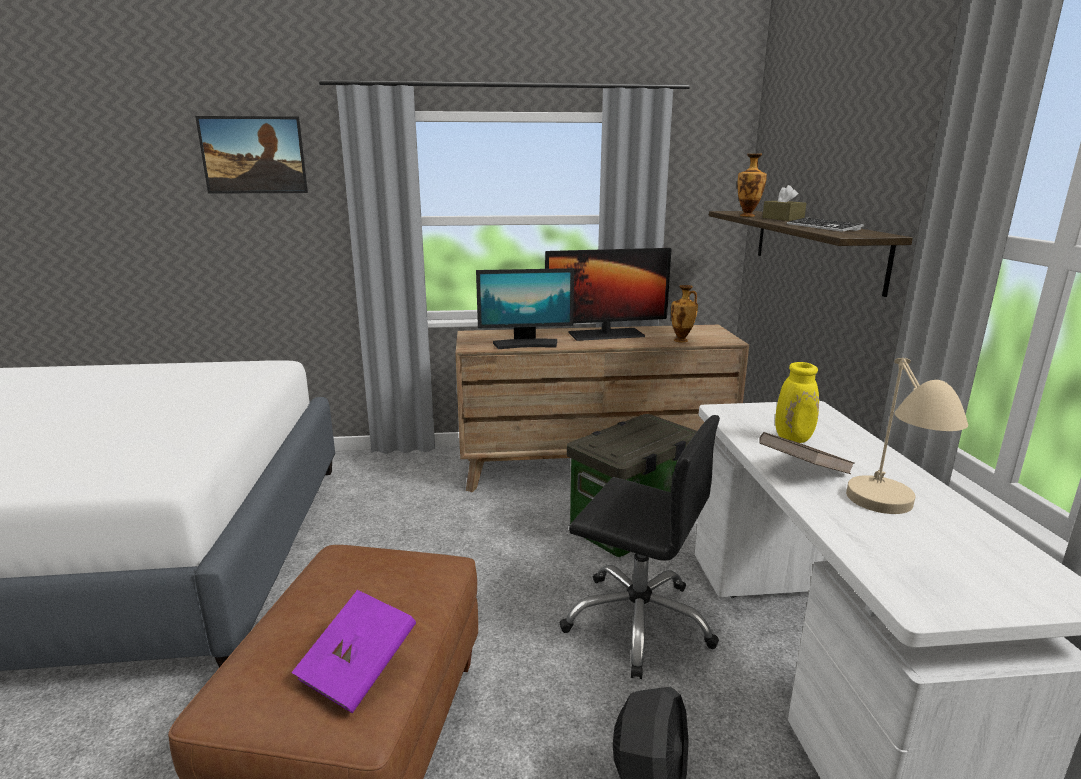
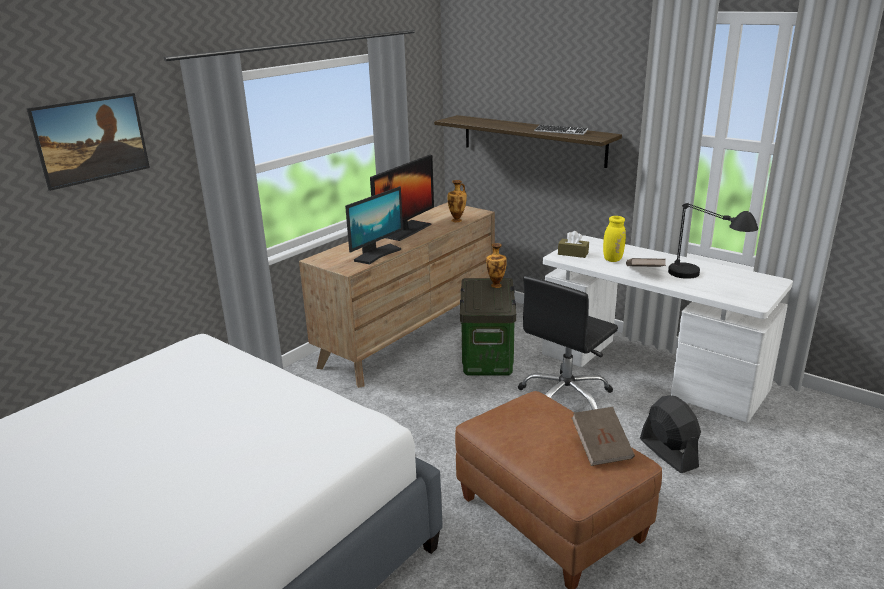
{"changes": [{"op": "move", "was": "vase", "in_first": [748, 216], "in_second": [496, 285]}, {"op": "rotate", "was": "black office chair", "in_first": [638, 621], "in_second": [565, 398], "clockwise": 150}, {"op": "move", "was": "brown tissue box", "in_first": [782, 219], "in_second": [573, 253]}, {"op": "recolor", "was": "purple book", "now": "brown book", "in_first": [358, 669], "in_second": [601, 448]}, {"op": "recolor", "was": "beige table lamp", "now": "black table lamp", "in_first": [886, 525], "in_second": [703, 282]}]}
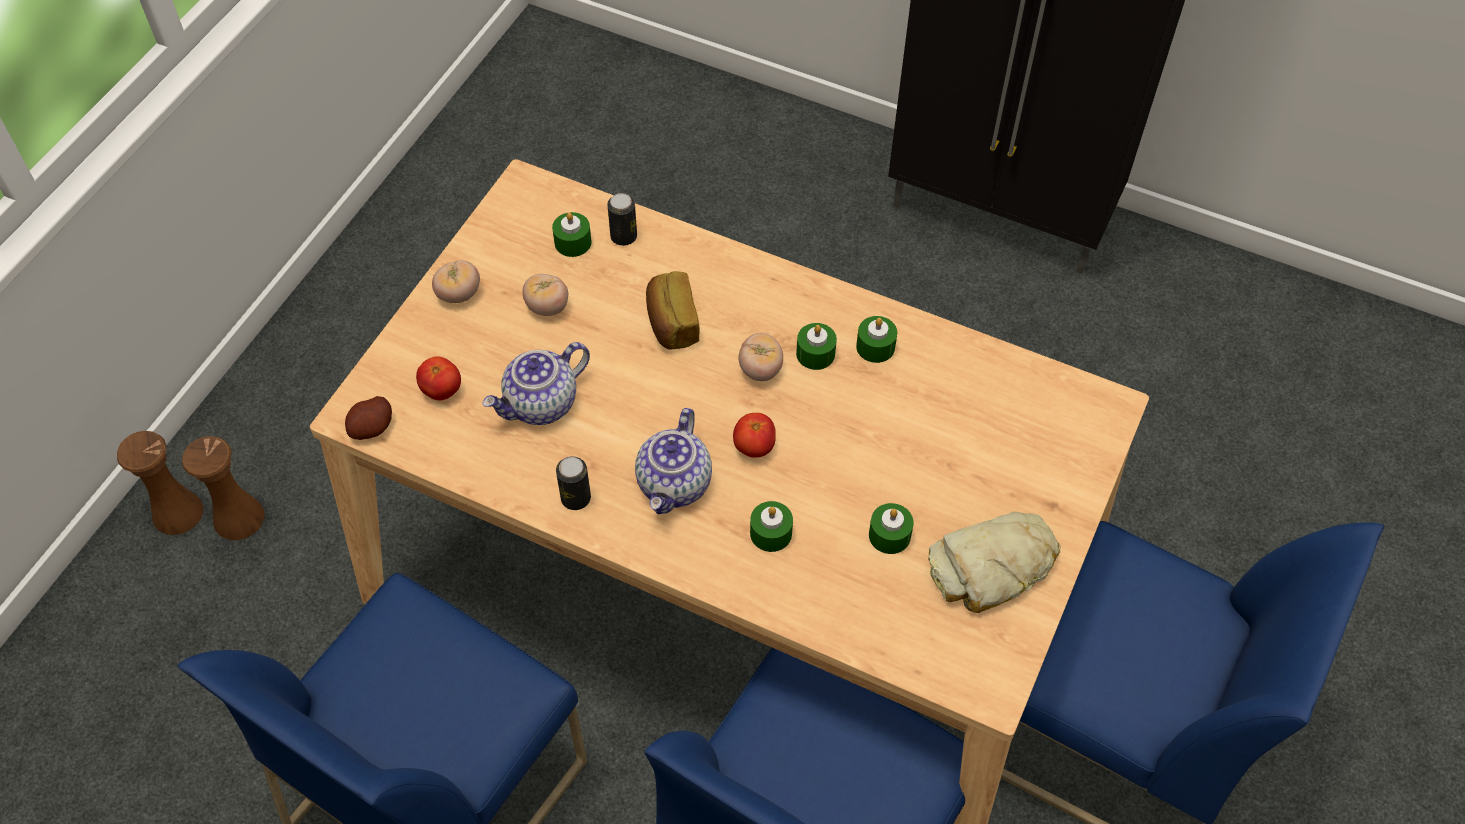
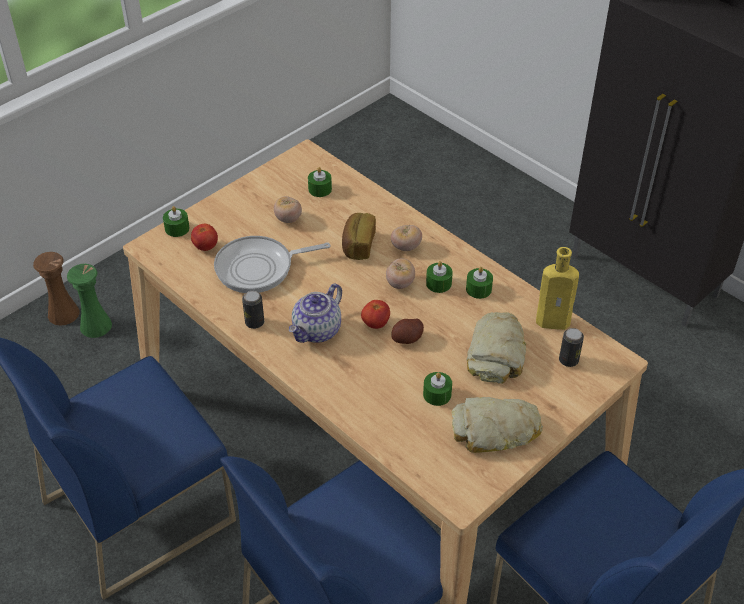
{"changes": [{"op": "recolor", "was": "brown vase", "now": "green vase", "in_first": [239, 518], "in_second": [96, 326]}, {"op": "move", "was": "green candle", "in_first": [771, 533], "in_second": [177, 228]}, {"op": "replace", "was": "teapot", "now": "frying pan", "in_first": [541, 404], "in_second": [259, 268]}, {"op": "move", "was": "tomato", "in_first": [458, 294], "in_second": [406, 247]}, {"op": "move", "was": "potato", "in_first": [372, 428], "in_second": [407, 338]}, {"op": "insert", "now": "bread", "in_second": [496, 353]}, {"op": "insert", "now": "yellow bottle", "in_second": [555, 321]}, {"op": "move", "was": "can", "in_first": [623, 236], "in_second": [568, 360]}]}
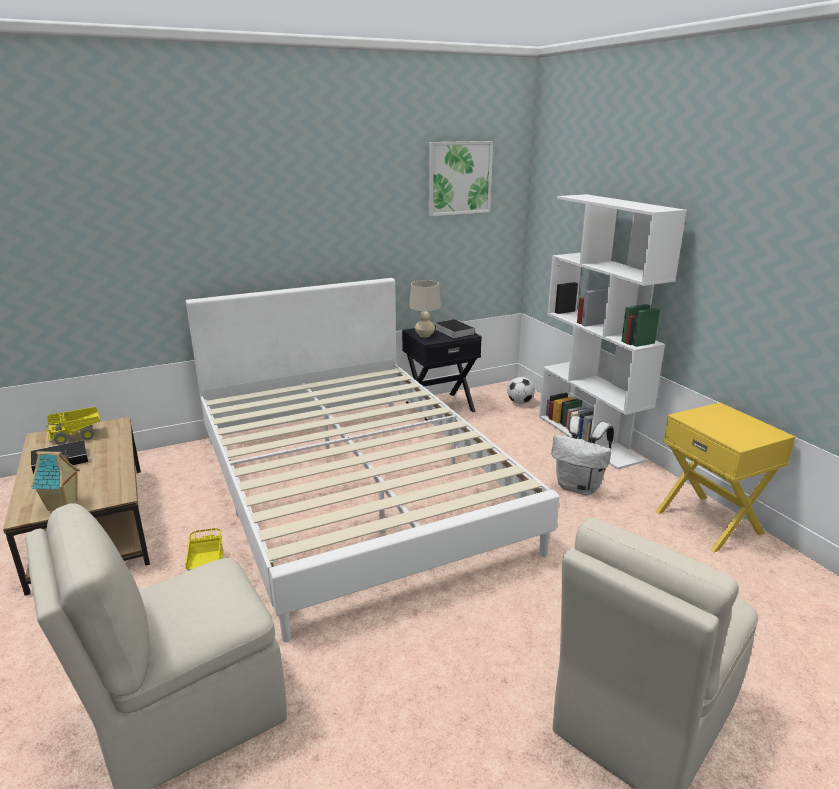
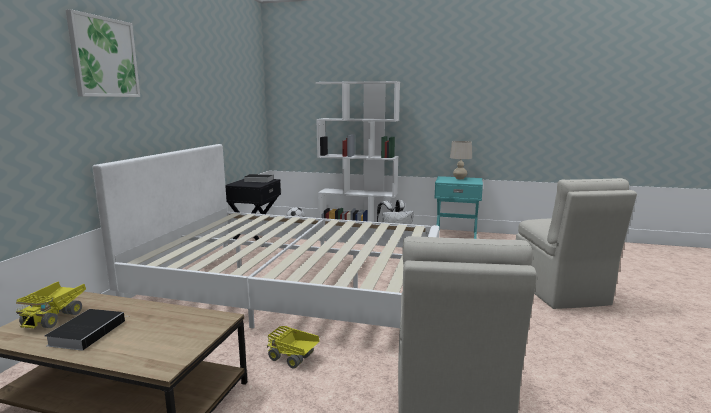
{"changes": [{"op": "move", "was": "picture", "in_first": [459, 178], "in_second": [104, 57]}, {"op": "recolor", "was": "yellow nightstand", "now": "turquoise nightstand", "in_first": [709, 522], "in_second": [456, 235]}, {"op": "move", "was": "beige table lamp", "in_first": [424, 335], "in_second": [459, 178]}, {"op": "delete", "was": "toy house", "in_first": [63, 505]}]}
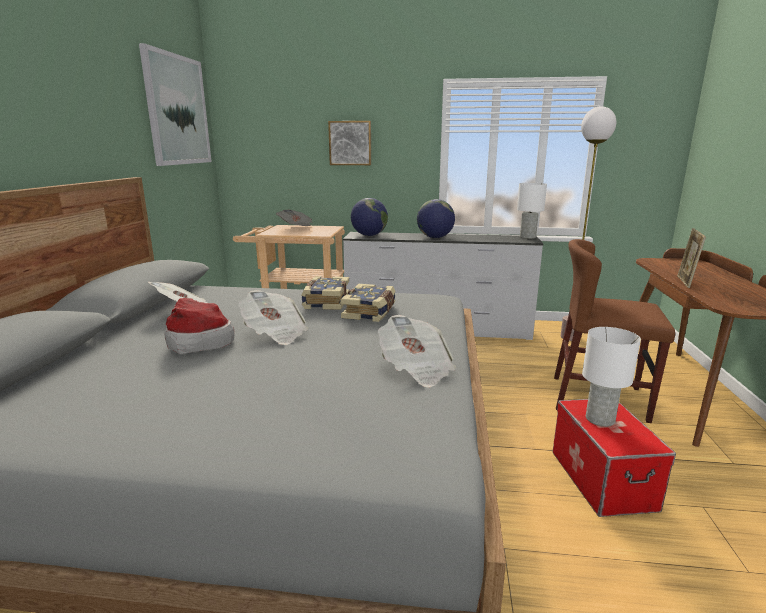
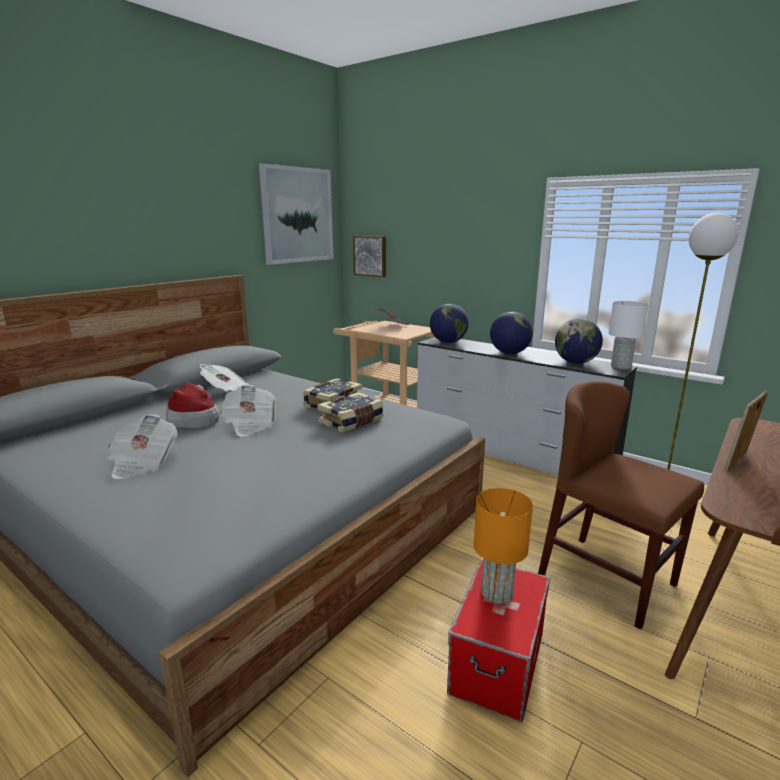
{"changes": [{"op": "move", "was": "newspaper", "in_first": [416, 369], "in_second": [142, 463]}, {"op": "move", "was": "picture", "in_first": [350, 143], "in_second": [370, 256]}, {"op": "recolor", "was": "white table lamp", "now": "orange table lamp", "in_first": [599, 419], "in_second": [496, 593]}, {"op": "insert", "now": "globe", "in_second": [575, 362]}]}
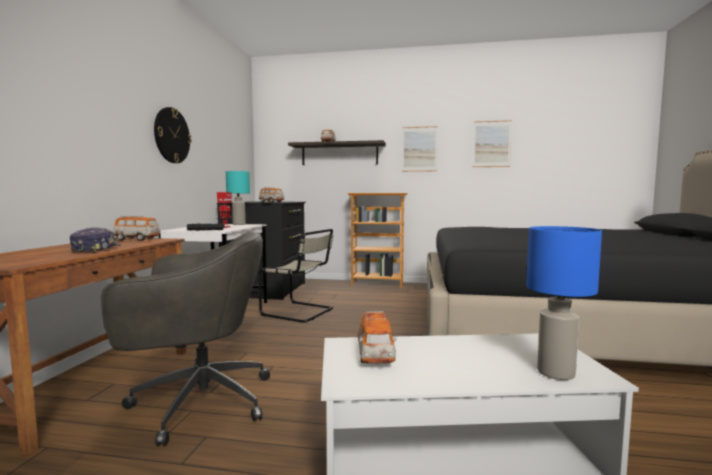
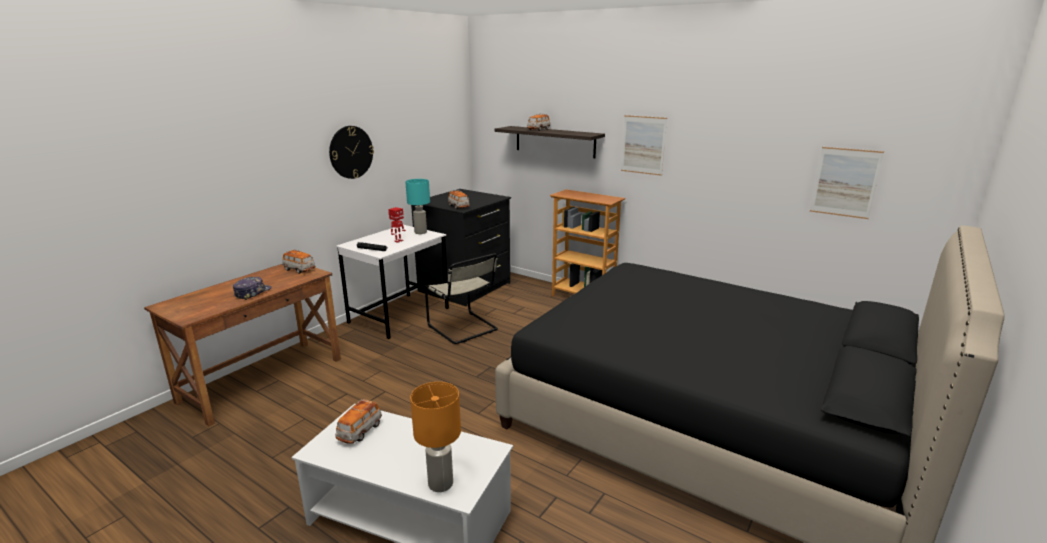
{"changes": [{"op": "recolor", "was": "blue table lamp", "now": "orange table lamp", "in_first": [557, 373], "in_second": [441, 484]}, {"op": "move", "was": "picture", "in_first": [491, 144], "in_second": [845, 182]}, {"op": "delete", "was": "grey office chair", "in_first": [198, 402]}]}
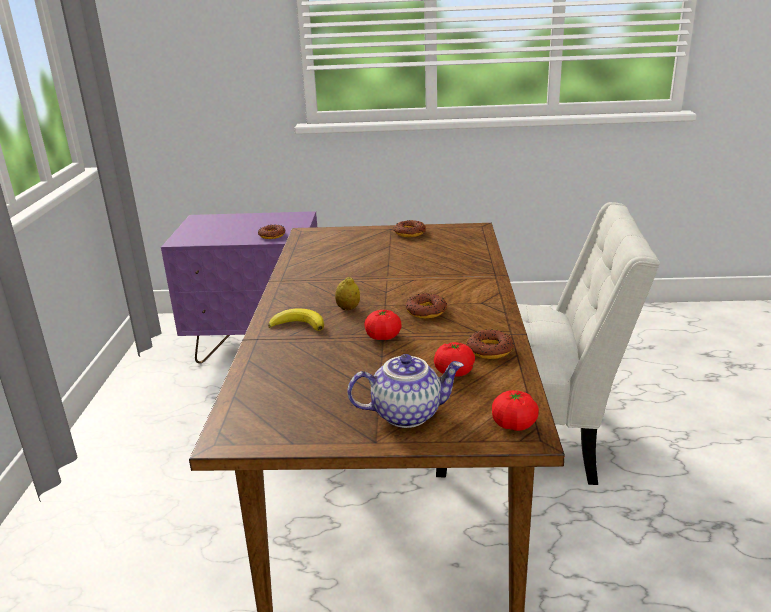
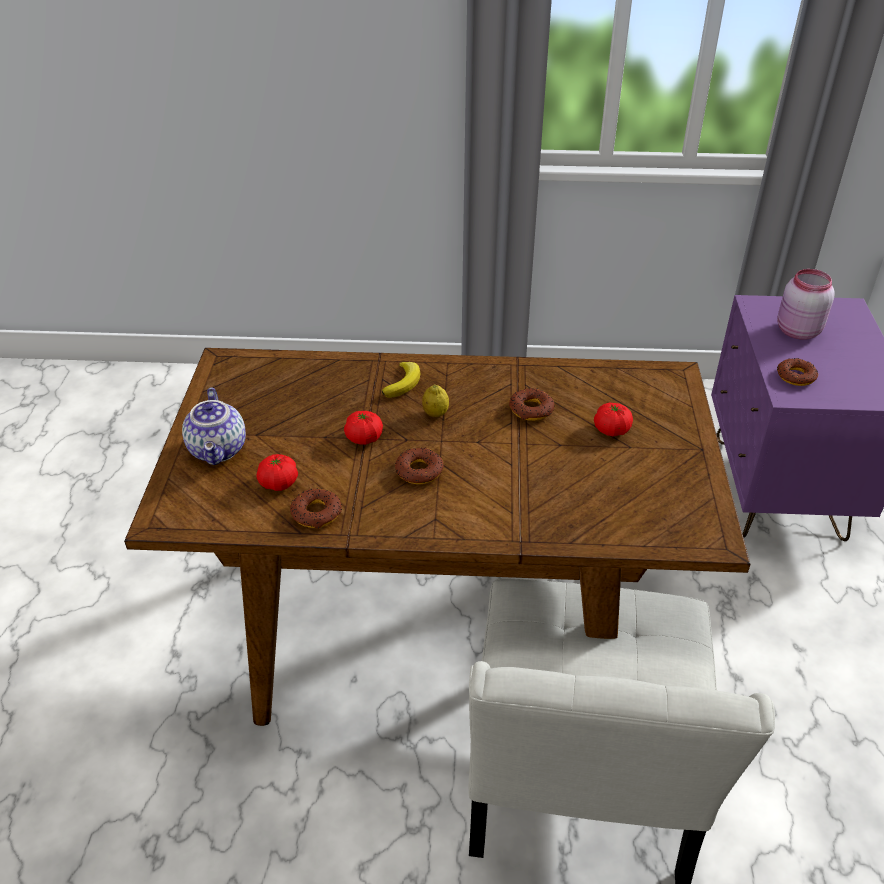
{"changes": [{"op": "move", "was": "donut", "in_first": [410, 233], "in_second": [531, 409]}, {"op": "move", "was": "tomato", "in_first": [514, 424], "in_second": [611, 430]}, {"op": "insert", "now": "pink jar", "in_second": [796, 331]}]}
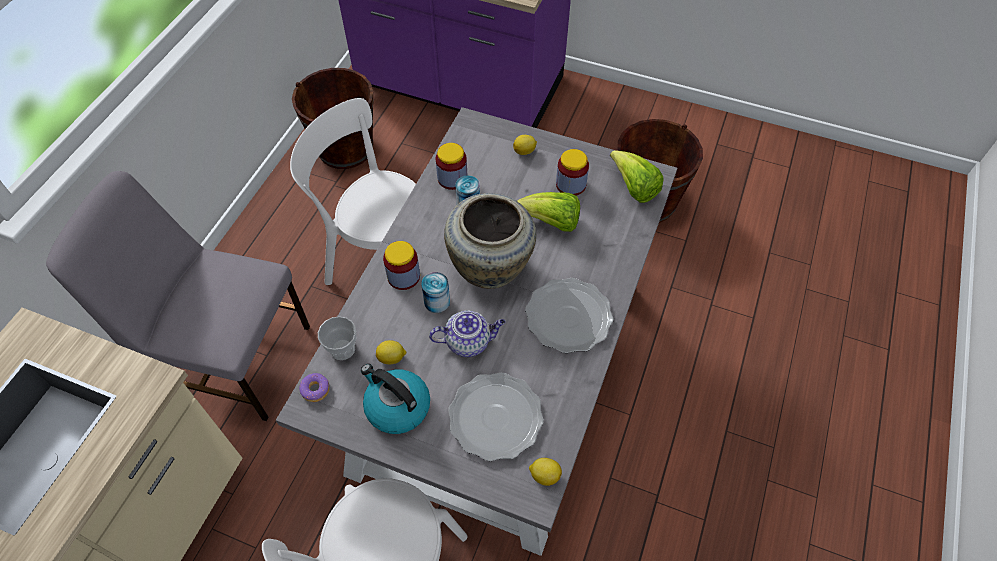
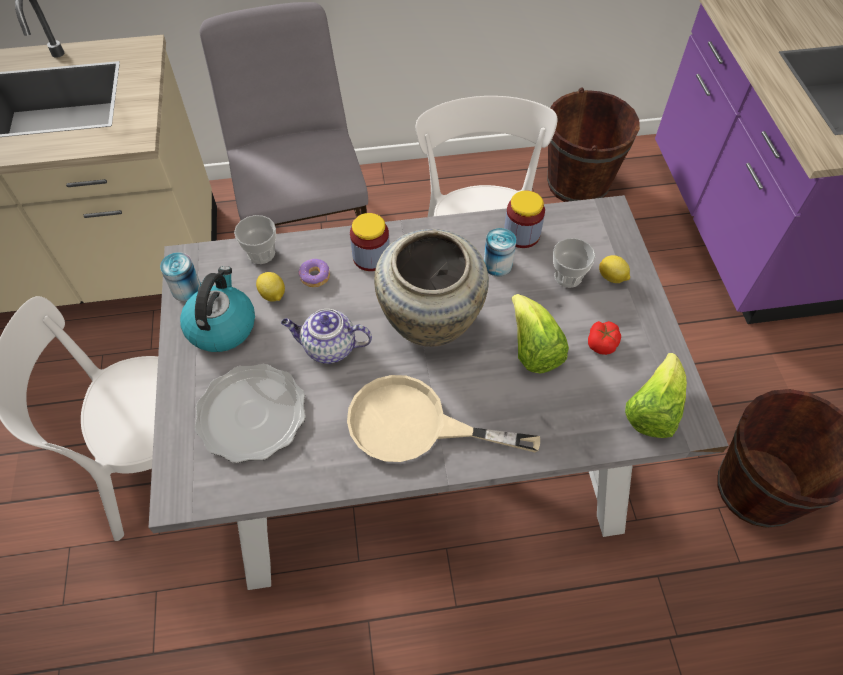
{"changes": [{"op": "move", "was": "can", "in_first": [437, 302], "in_second": [186, 289]}, {"op": "rotate", "was": "teapot", "in_first": [469, 341], "in_second": [328, 348], "clockwise": 135}, {"op": "move", "was": "donut", "in_first": [316, 390], "in_second": [315, 277]}, {"op": "replace", "was": "plate", "now": "beige frying pan", "in_first": [568, 318], "in_second": [415, 425]}, {"op": "insert", "now": "cup", "in_second": [568, 277]}, {"op": "replace", "was": "jar", "now": "tomato", "in_first": [571, 184], "in_second": [602, 343]}, {"op": "delete", "was": "lemon", "in_first": [544, 475]}]}
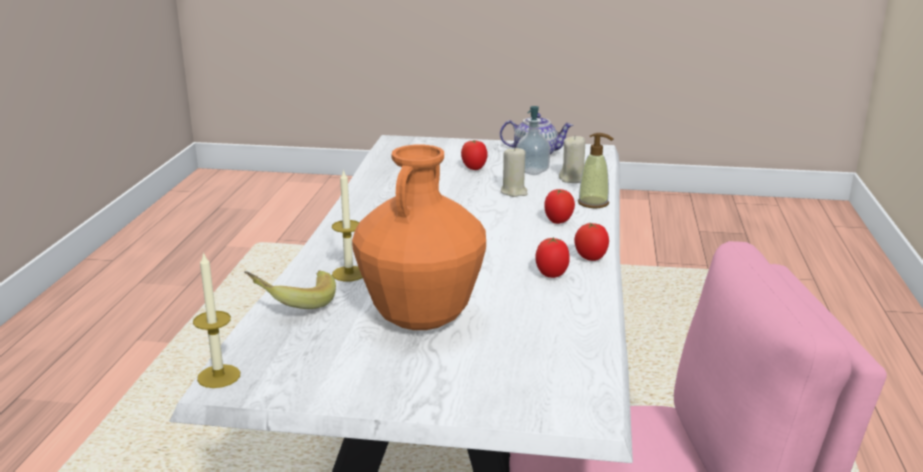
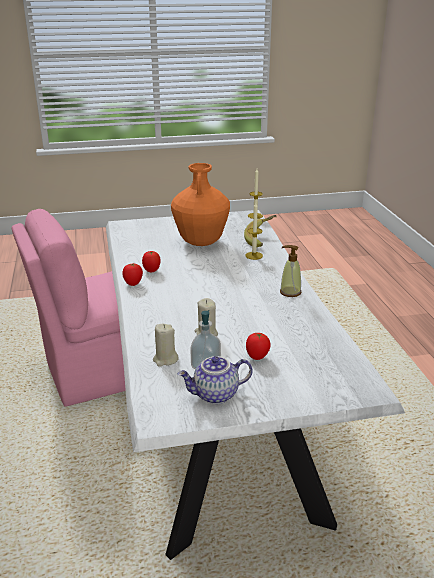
{"changes": [{"op": "move", "was": "soap dispenser", "in_first": [593, 203], "in_second": [290, 292]}, {"op": "delete", "was": "tomato", "in_first": [558, 222]}]}
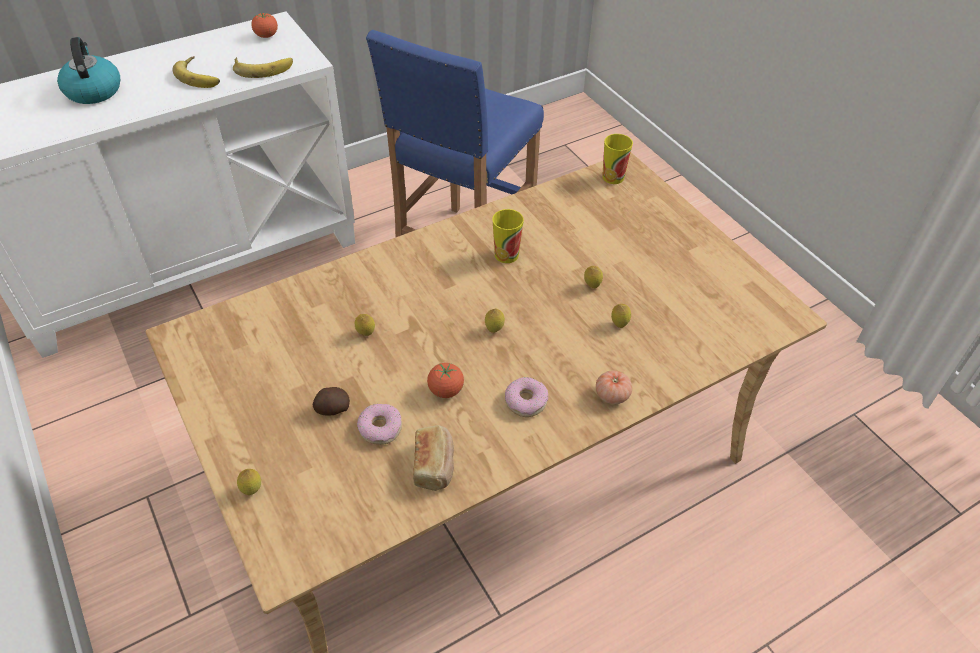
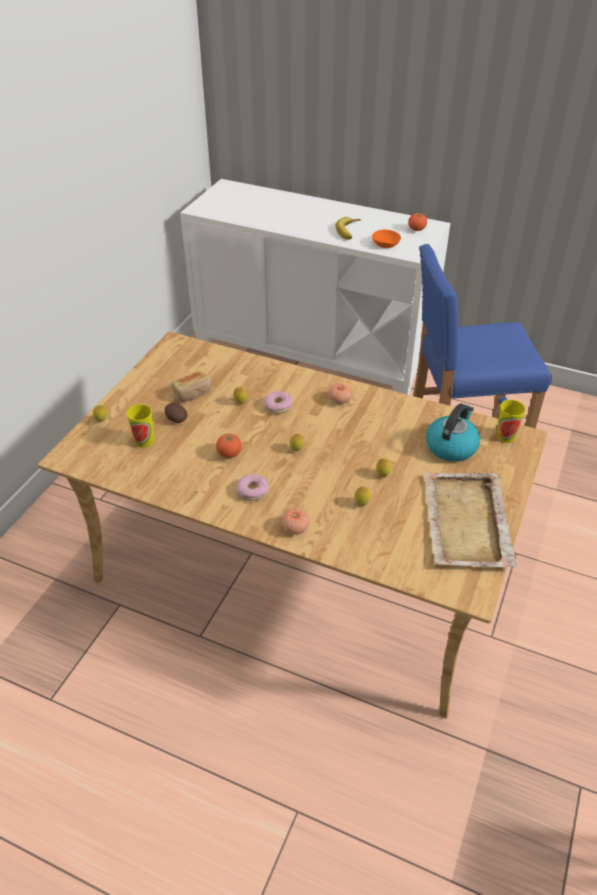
{"changes": [{"op": "move", "was": "cup", "in_first": [506, 255], "in_second": [144, 440]}, {"op": "move", "was": "bread", "in_first": [434, 465], "in_second": [193, 393]}, {"op": "move", "was": "donut", "in_first": [380, 428], "in_second": [278, 406]}, {"op": "insert", "now": "tomato", "in_second": [339, 400]}, {"op": "replace", "was": "banana", "now": "orange bowl", "in_first": [263, 67], "in_second": [386, 244]}, {"op": "insert", "now": "beige tray", "in_second": [466, 522]}, {"op": "move", "was": "kettle", "in_first": [93, 90], "in_second": [451, 446]}]}
